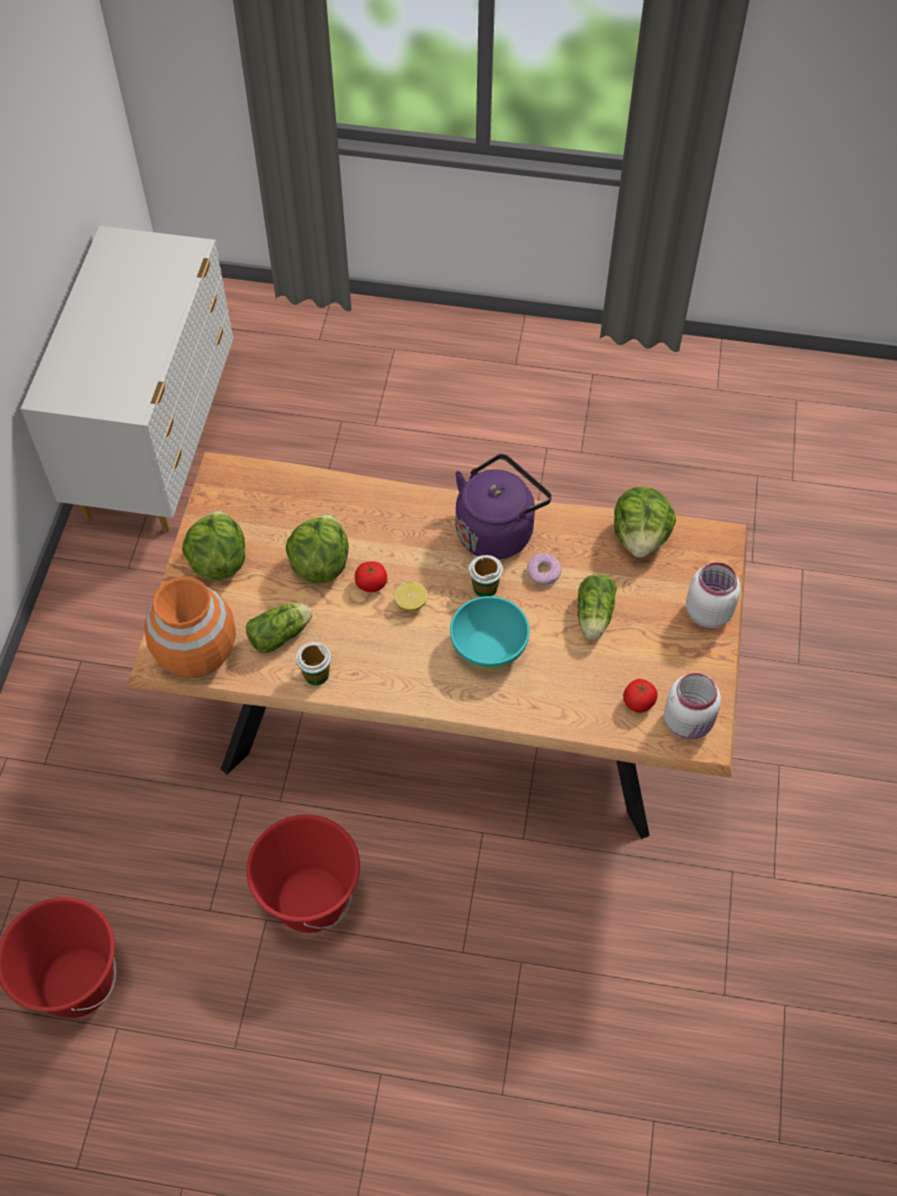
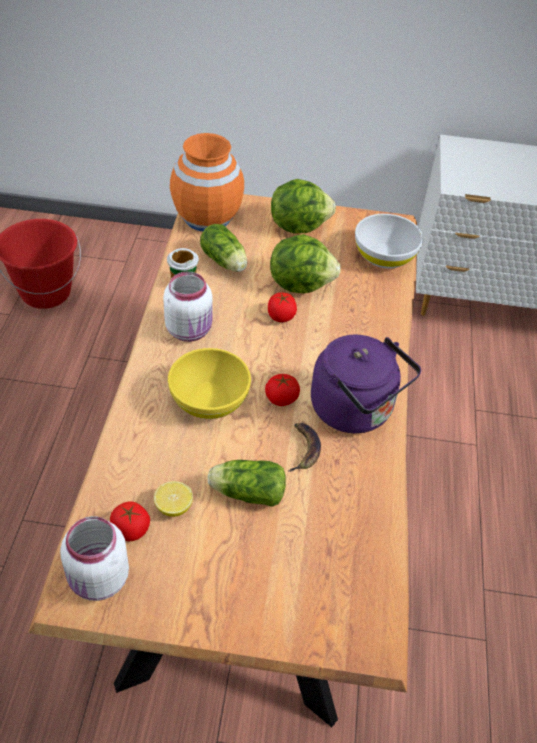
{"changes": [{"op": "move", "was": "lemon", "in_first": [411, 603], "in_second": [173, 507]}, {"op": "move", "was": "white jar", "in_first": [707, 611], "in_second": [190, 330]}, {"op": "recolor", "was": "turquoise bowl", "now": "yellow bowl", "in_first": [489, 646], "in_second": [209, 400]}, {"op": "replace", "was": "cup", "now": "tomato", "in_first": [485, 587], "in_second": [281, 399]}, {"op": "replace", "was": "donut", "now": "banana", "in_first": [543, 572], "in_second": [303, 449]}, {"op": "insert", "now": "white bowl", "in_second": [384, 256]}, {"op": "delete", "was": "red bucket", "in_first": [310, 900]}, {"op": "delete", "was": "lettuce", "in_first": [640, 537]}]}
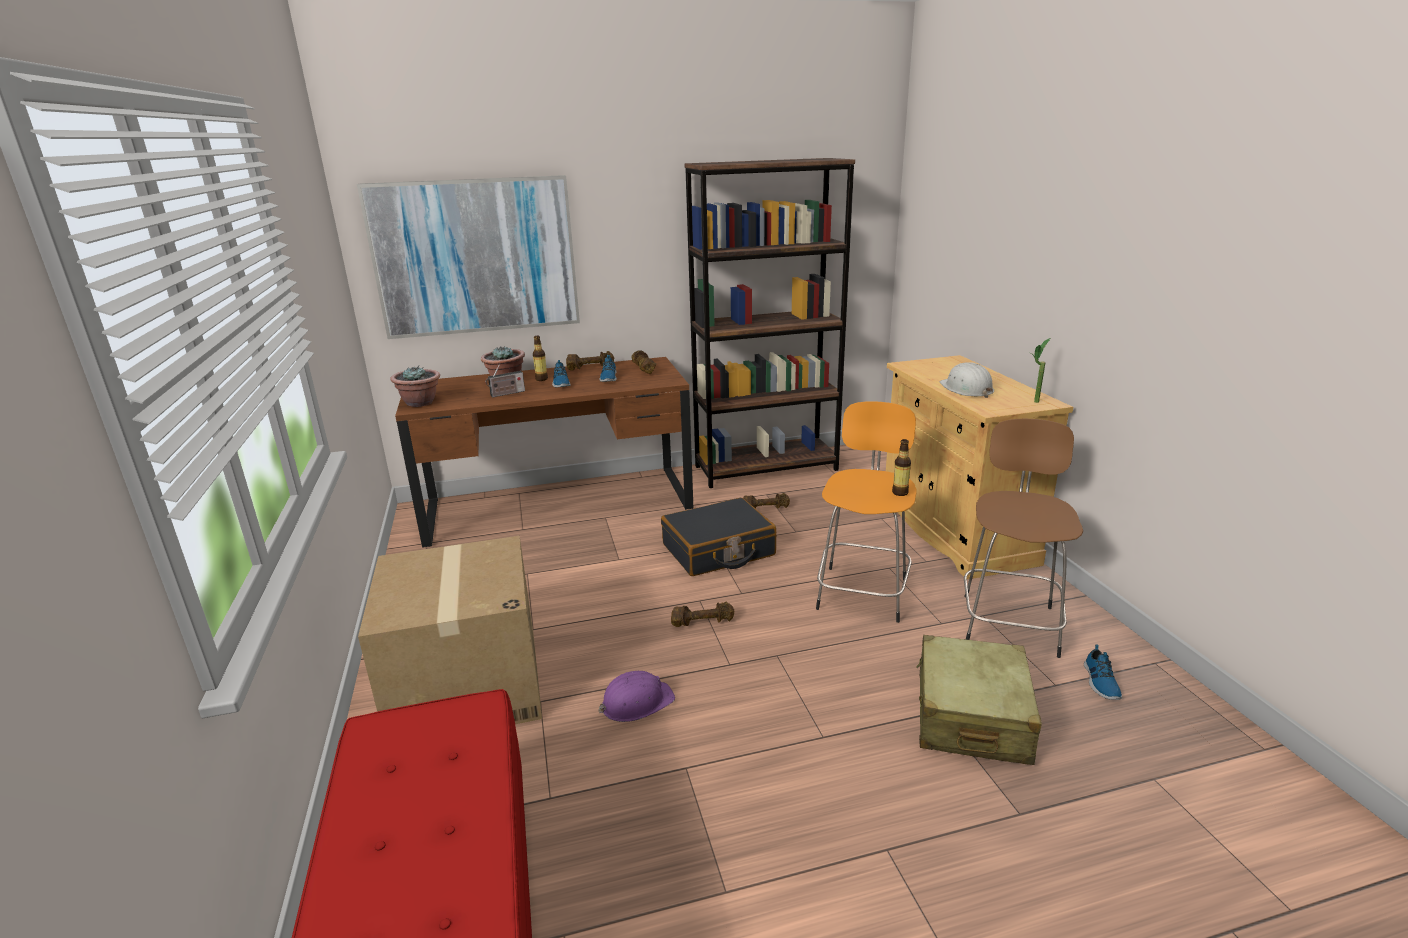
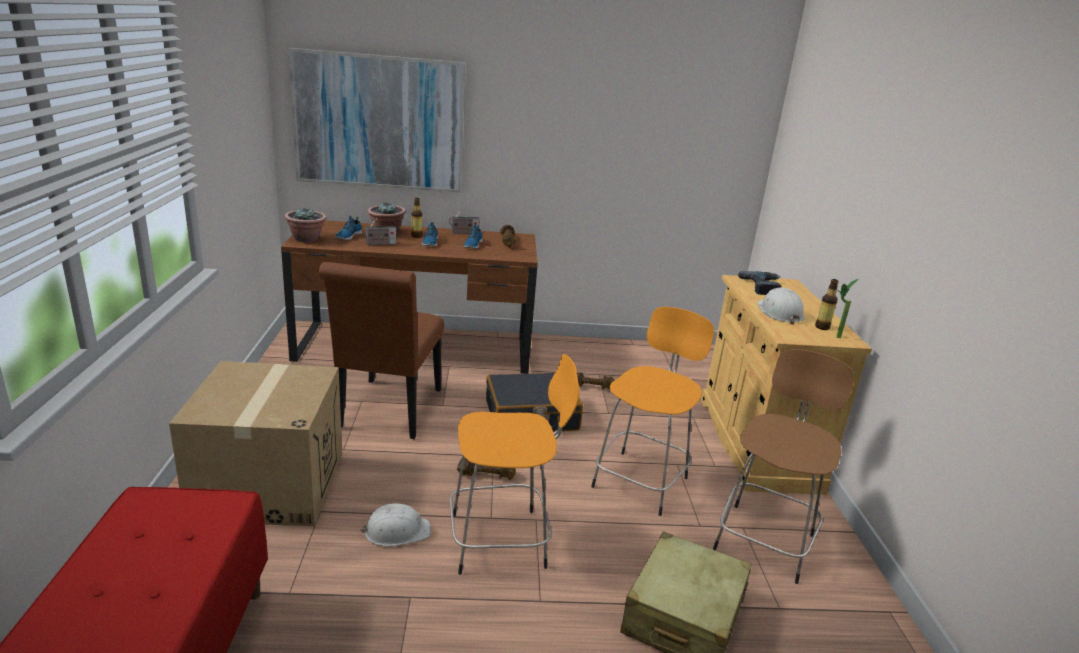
{"changes": [{"op": "insert", "now": "brown chair", "in_second": [388, 413]}, {"op": "move", "was": "shoe", "in_first": [1100, 682], "in_second": [348, 236]}, {"op": "recolor", "was": "purple hard hat", "now": "white hard hat", "in_first": [636, 702], "in_second": [397, 531]}, {"op": "replace", "was": "brown dumbbell", "now": "radio", "in_first": [590, 367], "in_second": [463, 233]}, {"op": "insert", "now": "orange stool", "in_second": [502, 540]}, {"op": "insert", "now": "power drill", "in_second": [764, 287]}, {"op": "move", "was": "bottle", "in_first": [900, 493], "in_second": [822, 327]}, {"op": "delete", "was": "brown bookcase", "in_first": [766, 468]}]}
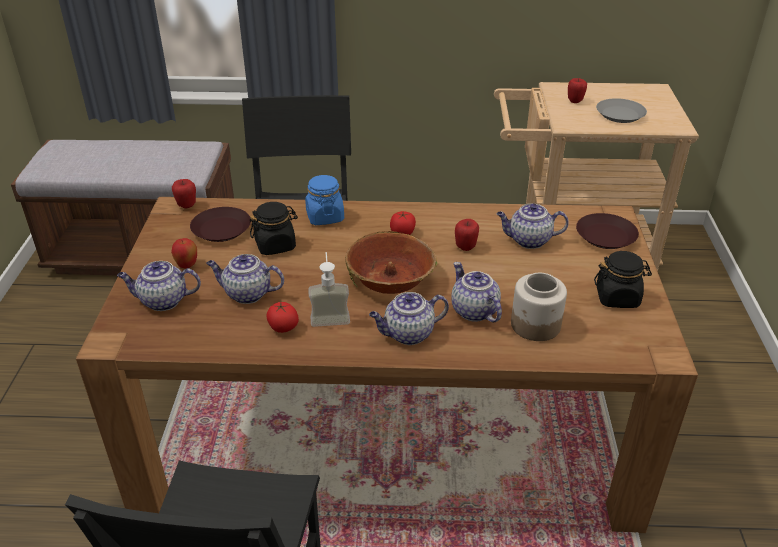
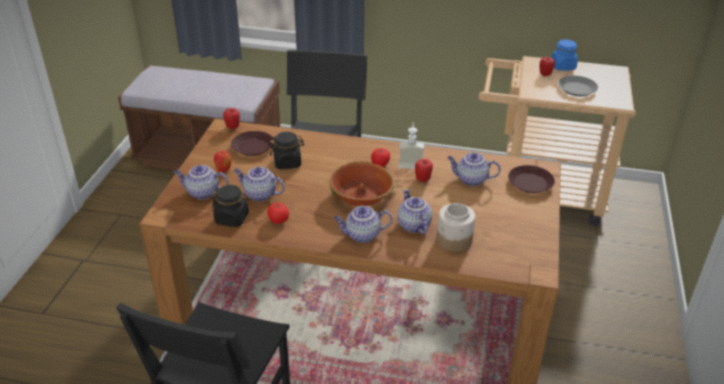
{"changes": [{"op": "move", "was": "black jar", "in_first": [617, 297], "in_second": [232, 218]}, {"op": "move", "was": "soap dispenser", "in_first": [330, 315], "in_second": [410, 163]}, {"op": "move", "was": "blue jar", "in_first": [325, 217], "in_second": [562, 66]}]}
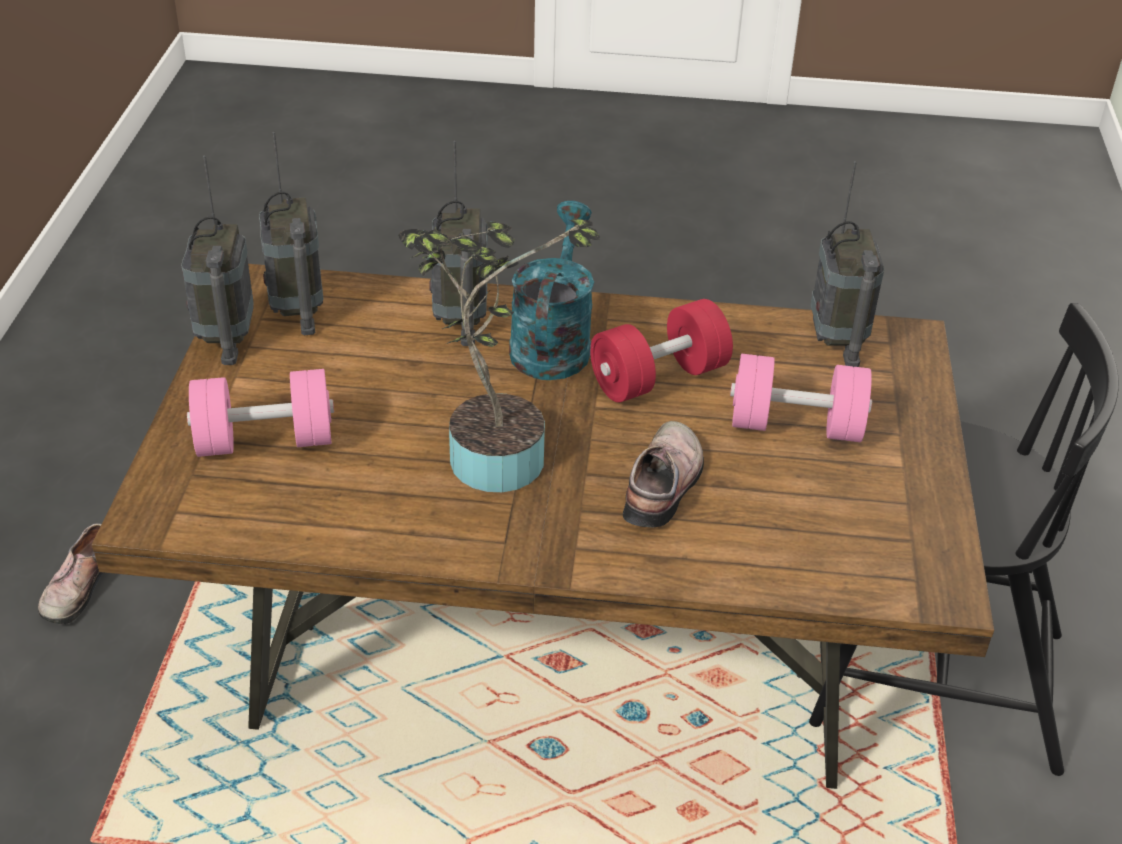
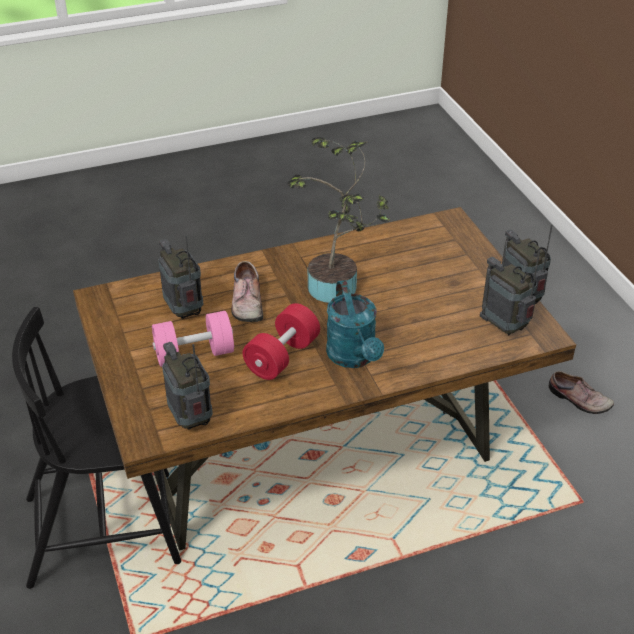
{"changes": [{"op": "move", "was": "radio", "in_first": [460, 319], "in_second": [184, 311]}, {"op": "rotate", "was": "shoe", "in_first": [77, 586], "in_second": [578, 400], "clockwise": 135}, {"op": "delete", "was": "pink dumbbell", "in_first": [265, 441]}]}
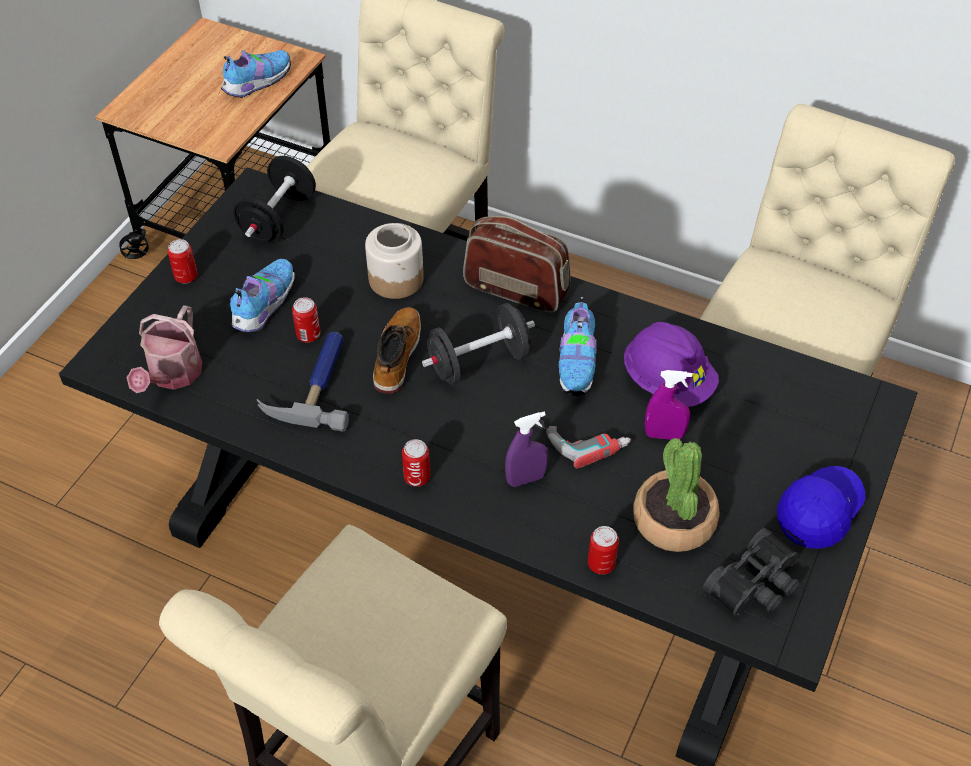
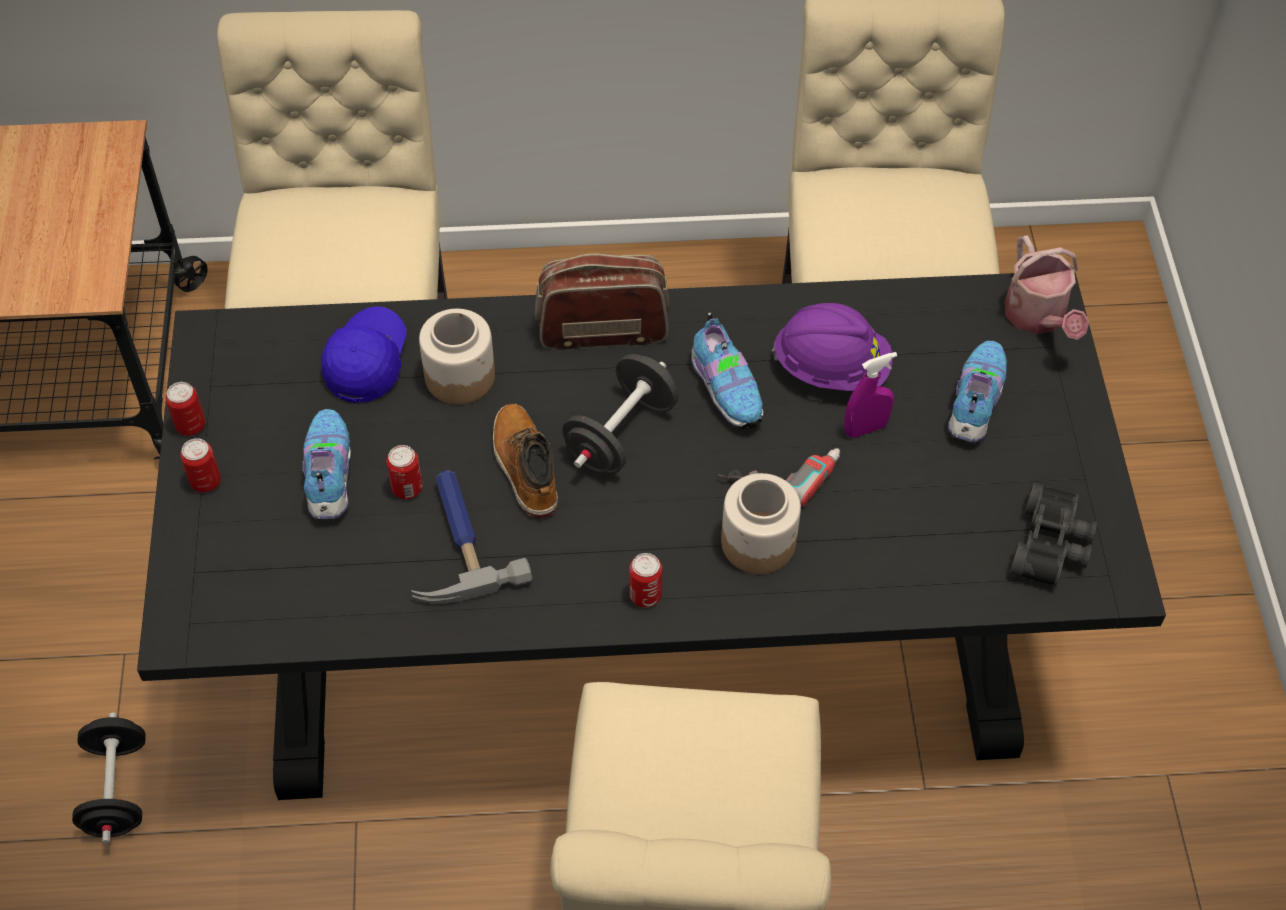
{"changes": [{"op": "move", "was": "black dumbbell", "in_first": [278, 218], "in_second": [117, 790]}, {"op": "move", "was": "can", "in_first": [601, 564], "in_second": [191, 425]}, {"op": "move", "was": "blue cap", "in_first": [819, 512], "in_second": [367, 362]}, {"op": "replace", "was": "purple spray bottle", "now": "jar", "in_first": [526, 479], "in_second": [759, 543]}, {"op": "move", "was": "shoe", "in_first": [256, 83], "in_second": [974, 404]}, {"op": "move", "was": "watering can", "in_first": [172, 376], "in_second": [1038, 318]}, {"op": "delete", "was": "potted plant", "in_first": [673, 521]}]}
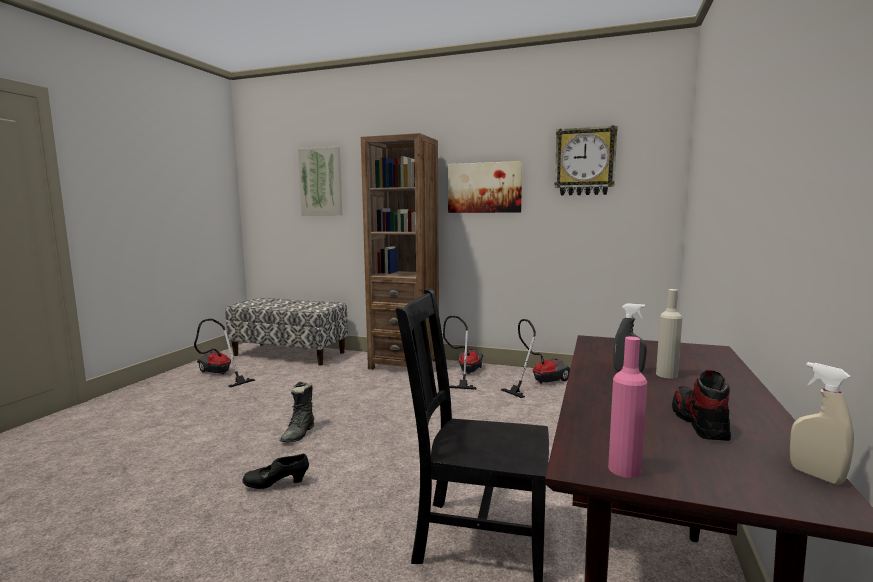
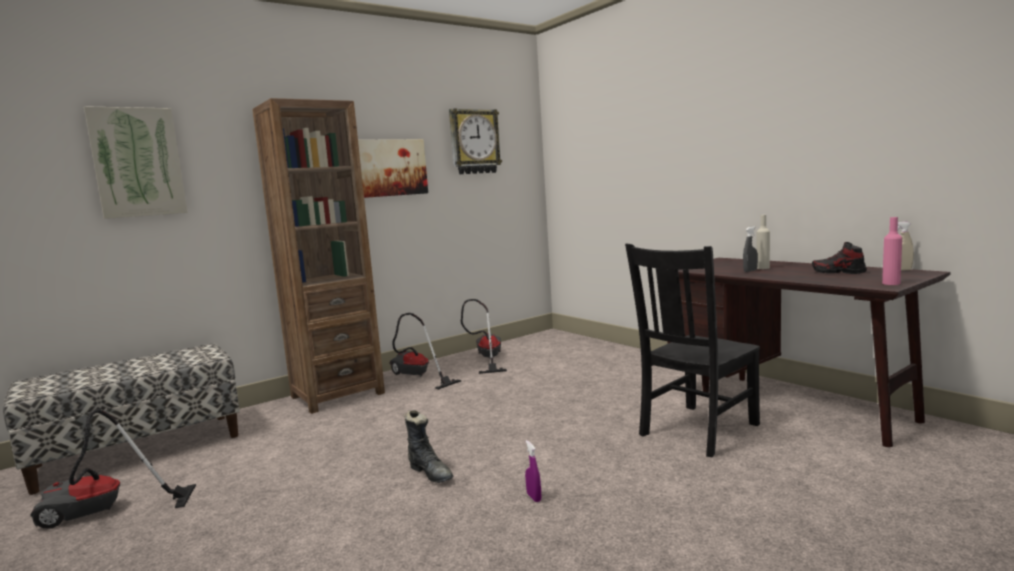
{"changes": [{"op": "replace", "was": "black shoe", "now": "purple spray bottle", "in_first": [277, 484], "in_second": [534, 497]}]}
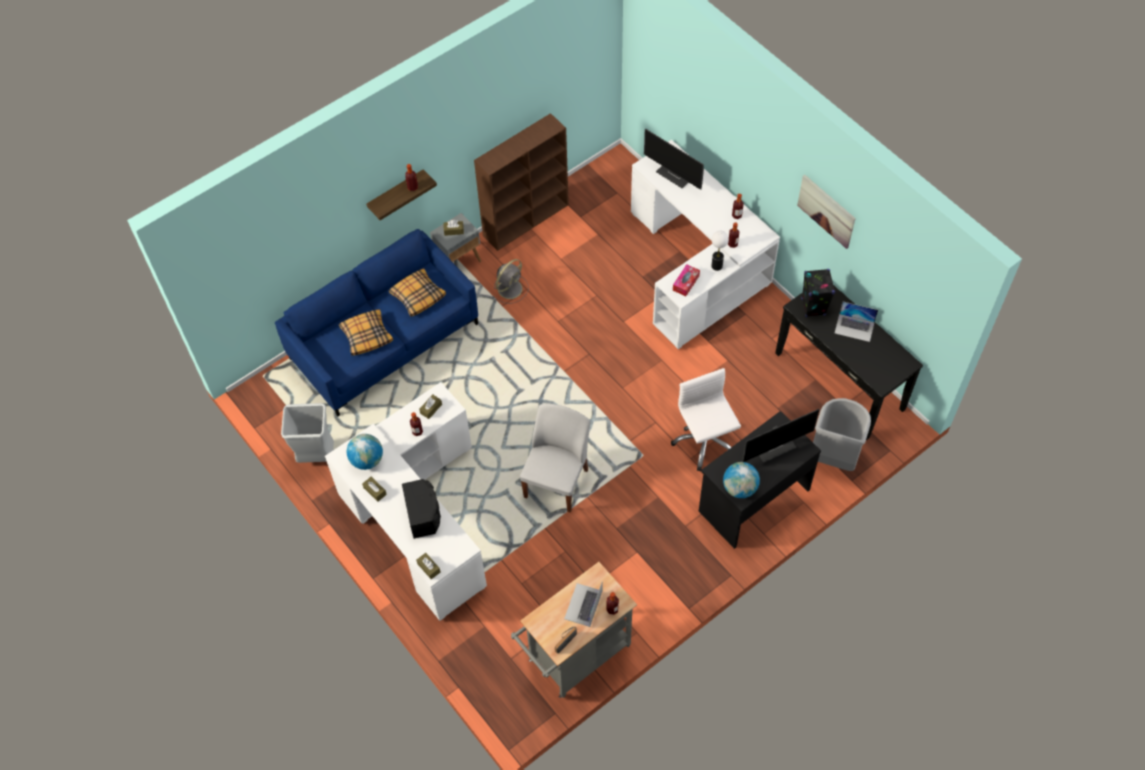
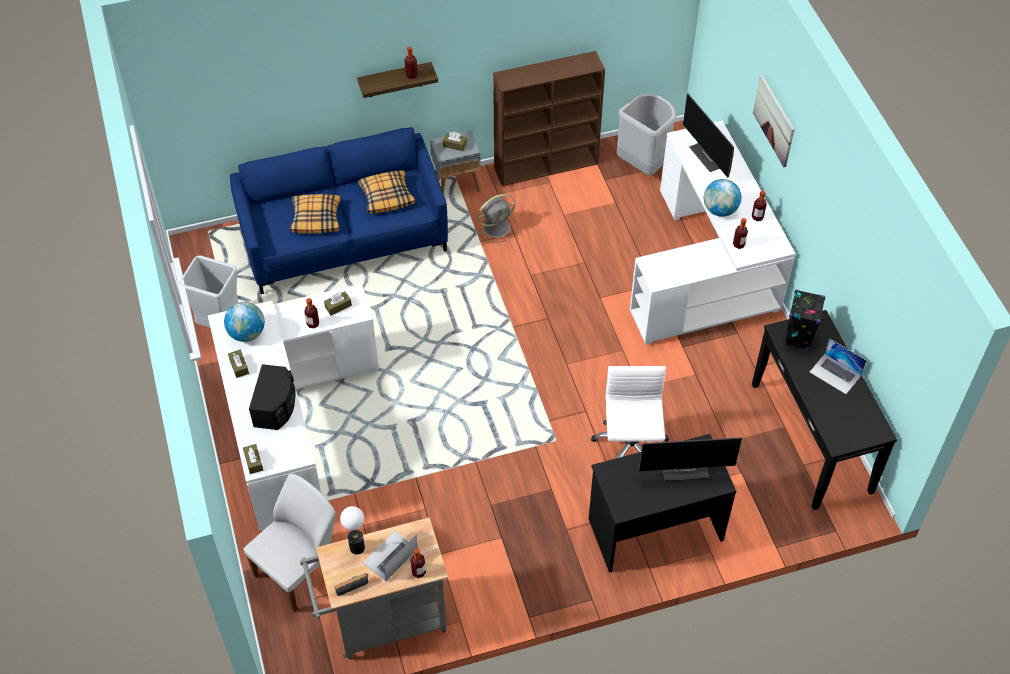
{"changes": [{"op": "move", "was": "white chair", "in_first": [557, 482], "in_second": [299, 571]}, {"op": "move", "was": "table lamp", "in_first": [717, 266], "in_second": [357, 548]}, {"op": "move", "was": "grey trash can", "in_first": [833, 456], "in_second": [643, 165]}, {"op": "move", "was": "globe", "in_first": [740, 488], "in_second": [720, 210]}, {"op": "move", "was": "picture", "in_first": [826, 211], "in_second": [774, 120]}, {"op": "delete", "was": "tissue box", "in_first": [686, 283]}]}
